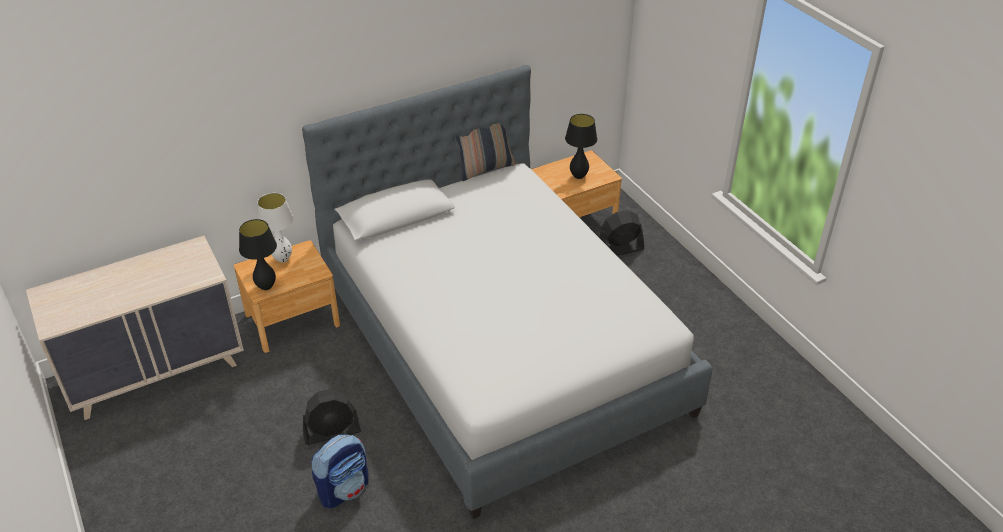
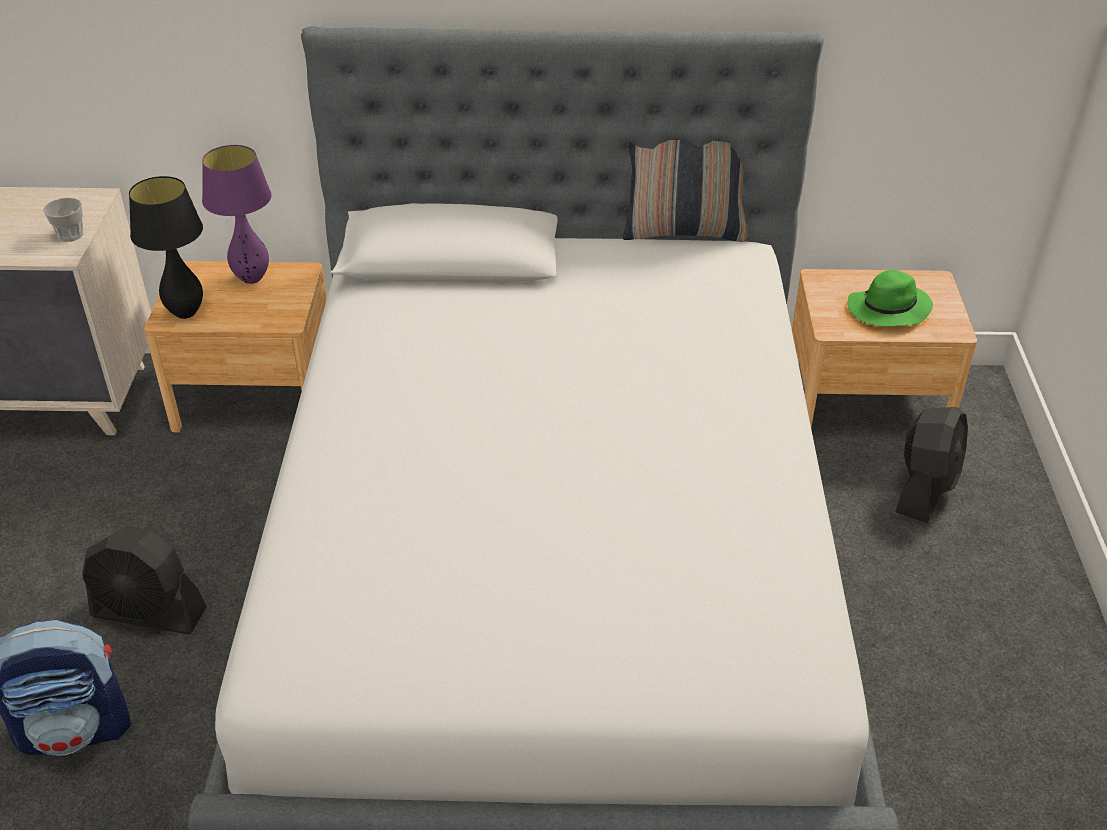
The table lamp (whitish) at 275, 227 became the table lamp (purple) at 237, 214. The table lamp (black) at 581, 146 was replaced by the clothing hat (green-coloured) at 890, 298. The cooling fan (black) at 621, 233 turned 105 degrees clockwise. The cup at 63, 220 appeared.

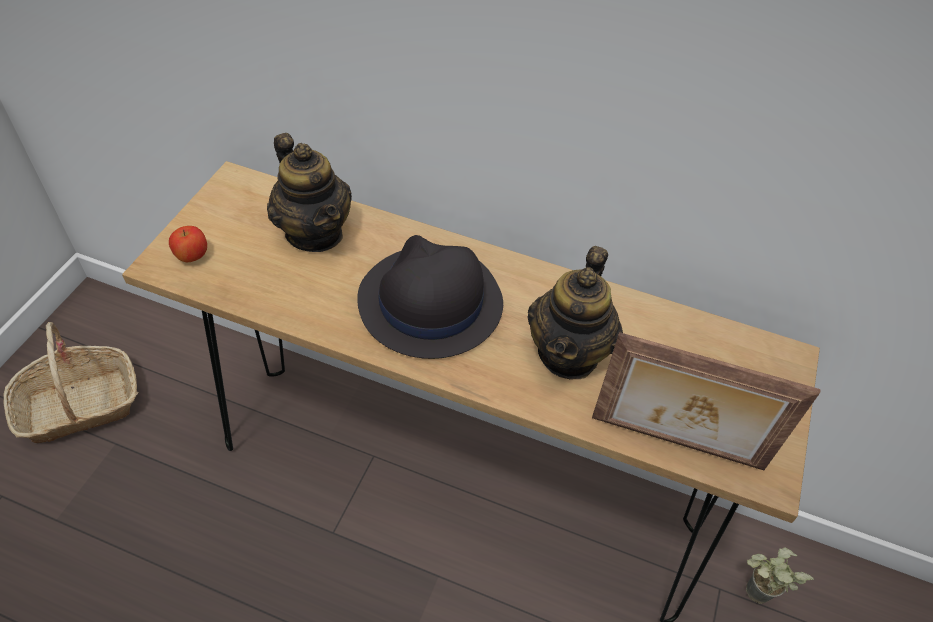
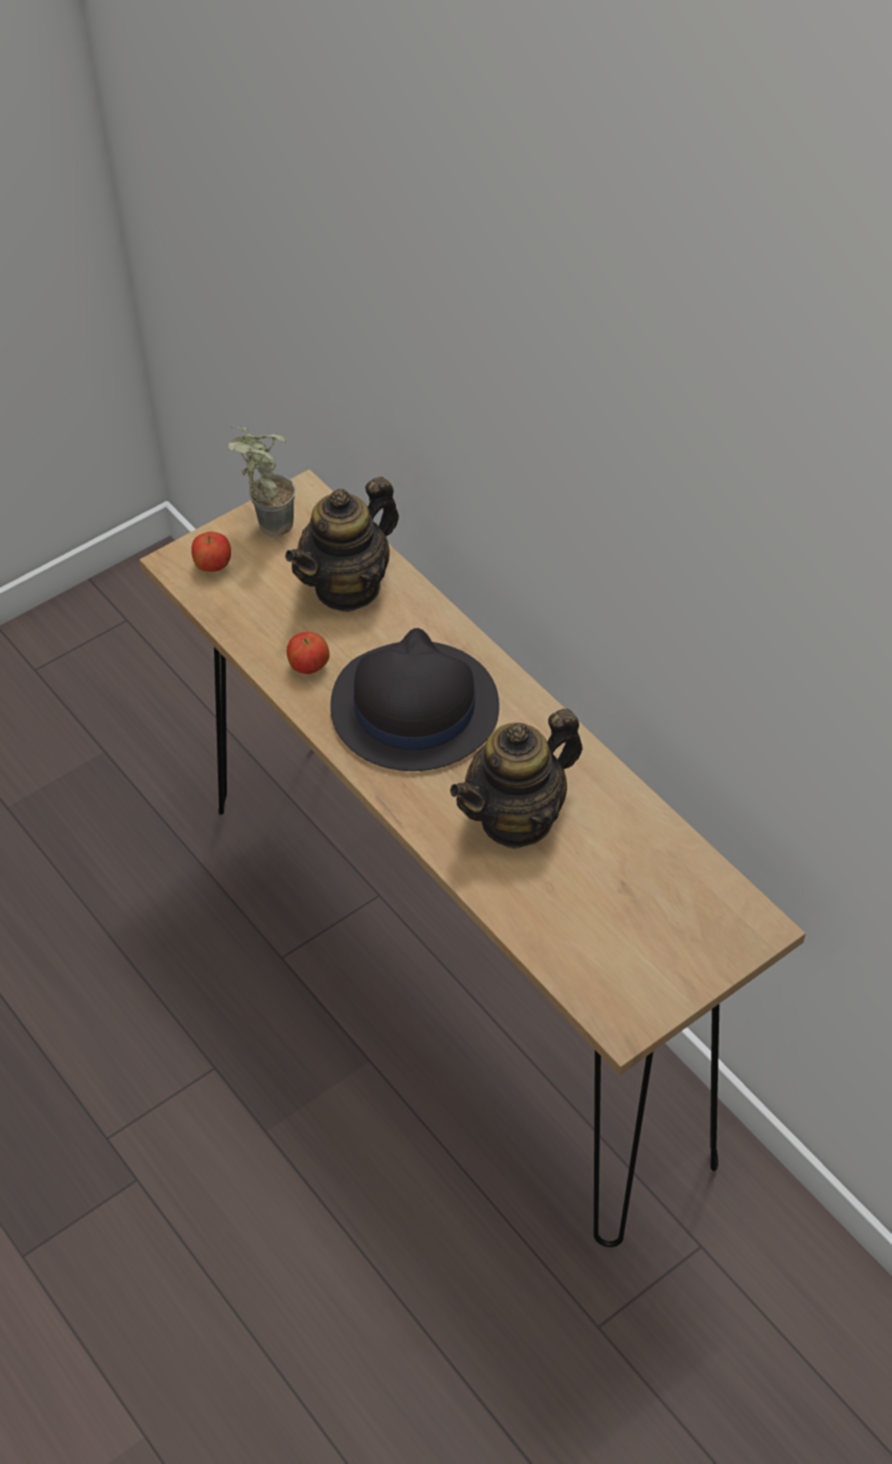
The basket at 70, 382 disappeared. The tea pot at 309, 192 turned 45 degrees clockwise. The photo frame at 706, 401 disappeared. The potted plant moved from 780, 575 to 262, 482. The apple fruit at 308, 653 appeared.

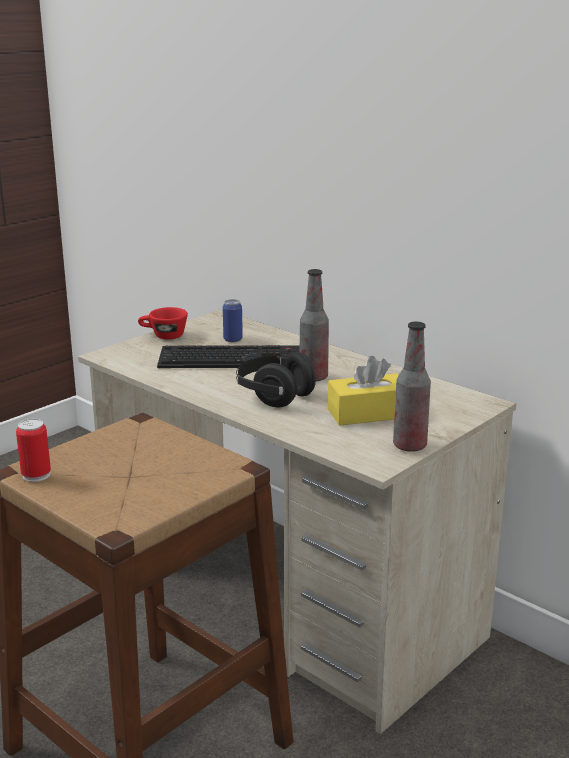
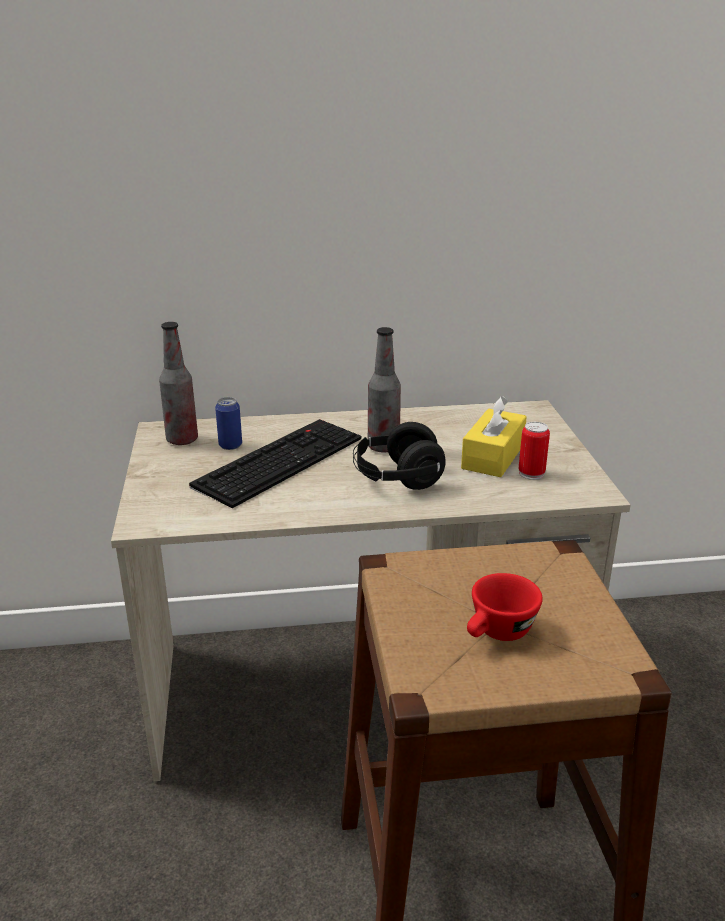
The sealed can moved from 33, 450 to 534, 451. The cup (red) moved from 163, 323 to 505, 607. The bottle moved from 412, 387 to 178, 383.

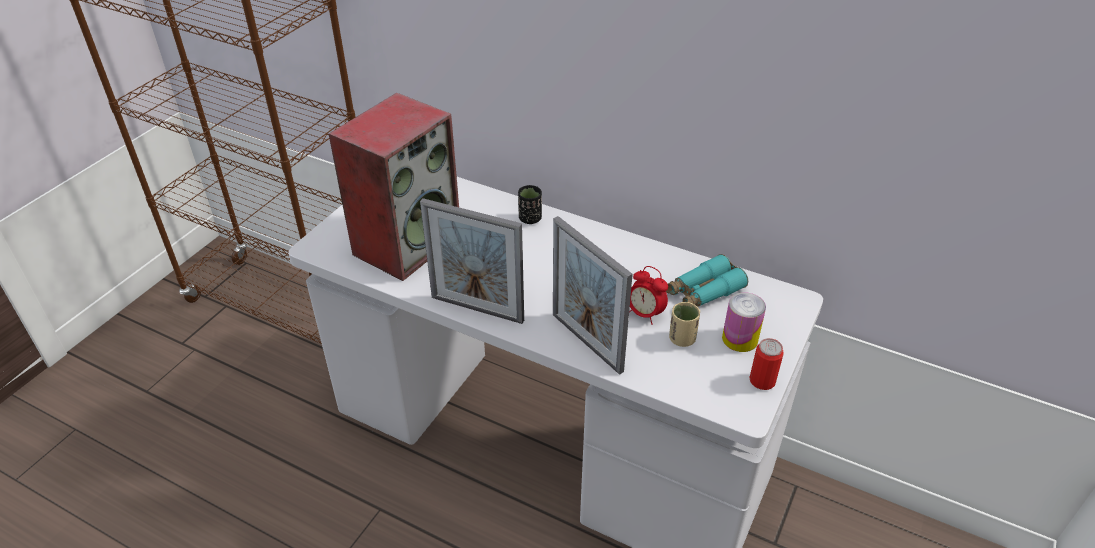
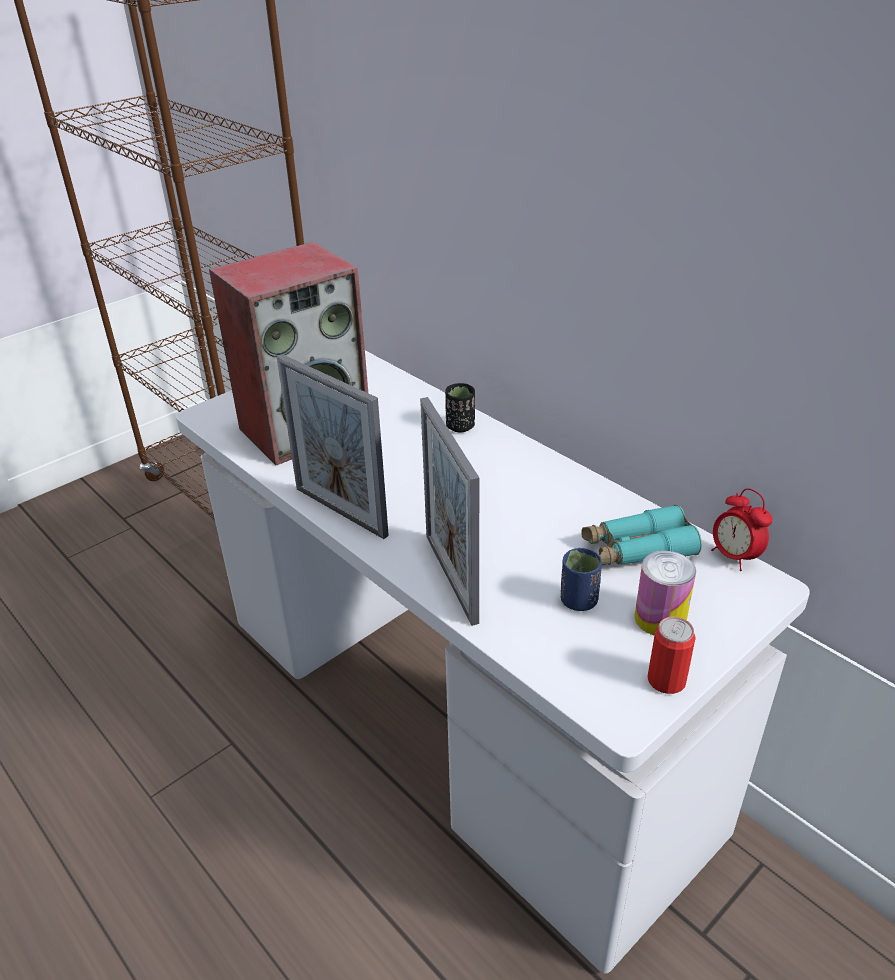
The bedside clock moved from 648, 295 to 741, 529. The cup (beige) at 684, 324 became the cup (blue-coloured) at 581, 579.

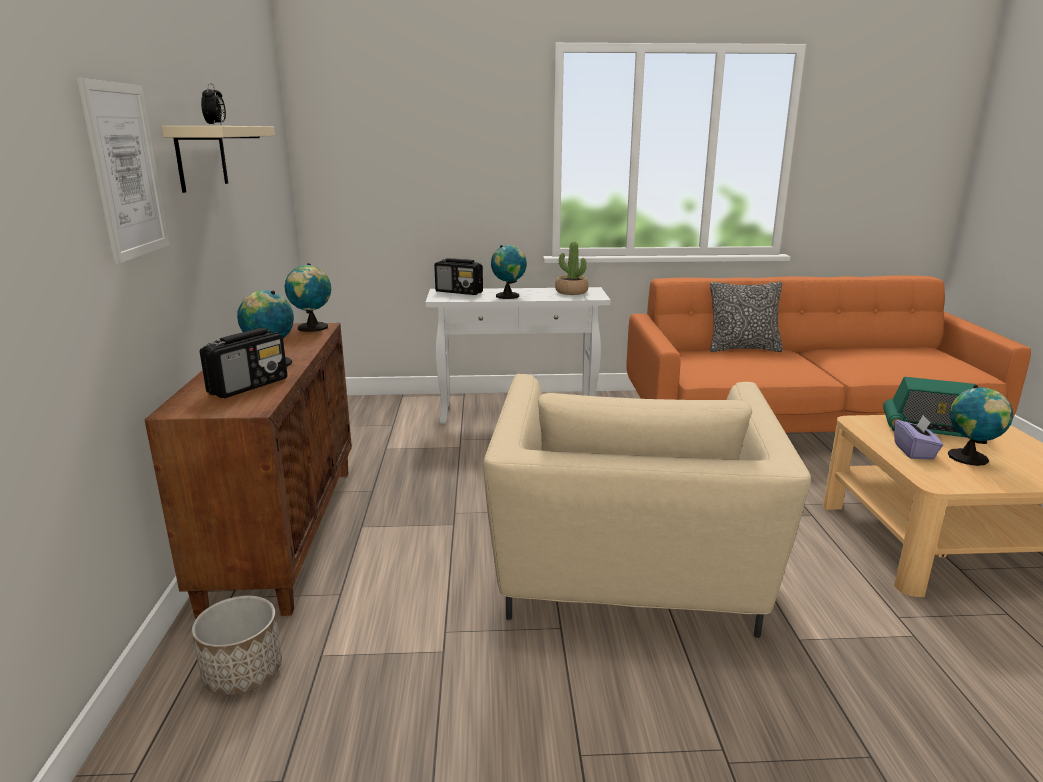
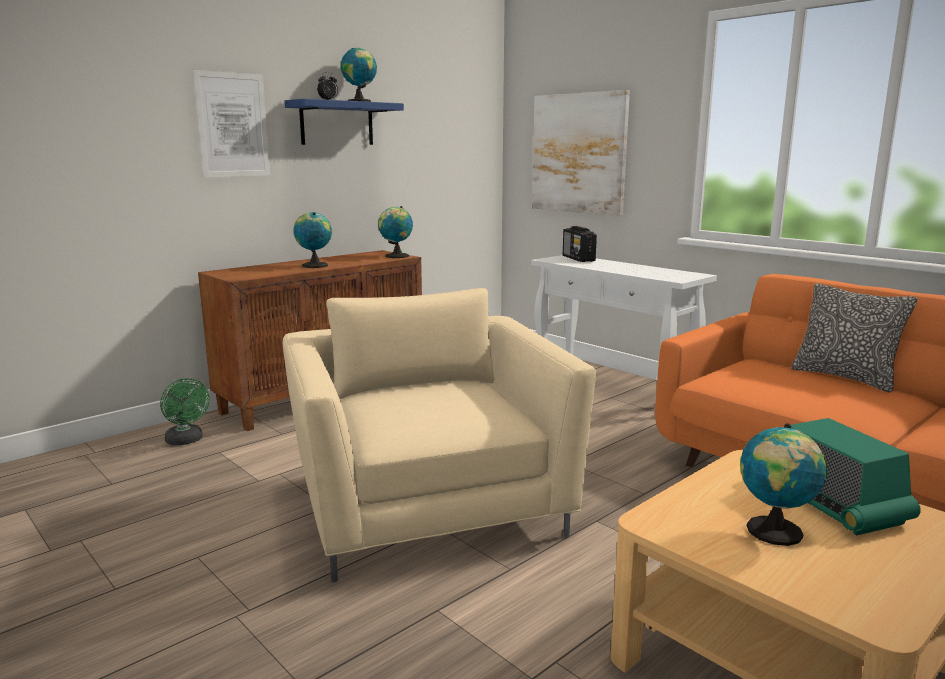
The bracket shelf (beige) at 218, 159 became the bracket shelf (blue-coloured) at 344, 122. The planter at 237, 645 was replaced by the cooling fan (green-coloured) at 184, 412. The radio receiver at 243, 363 disappeared. The lounge chair (beige) at 647, 506 turned 105 degrees clockwise. The desk globe moved from 509, 272 to 359, 75. The potted plant at 572, 268 disappeared. The box of tissues (purple) at 918, 437 disappeared. The picture at 581, 153 appeared.

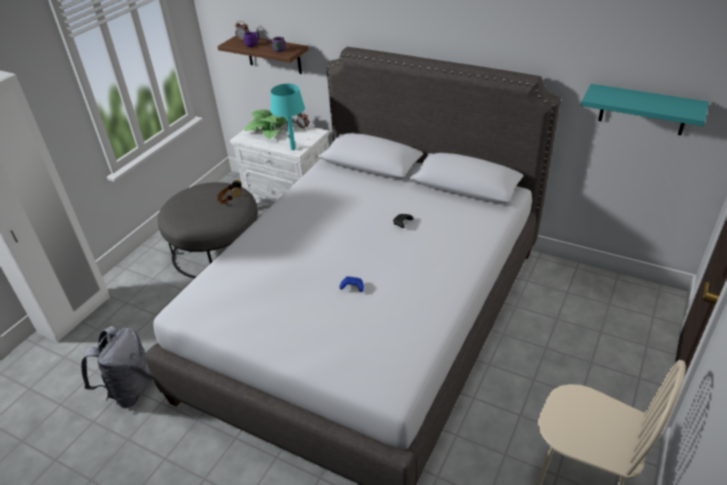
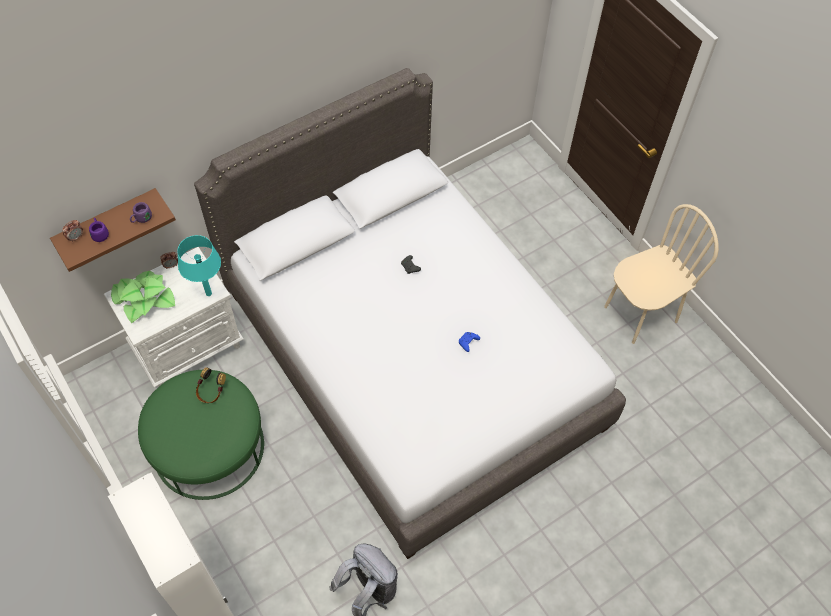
The ottoman (greyish) at 208, 230 became the ottoman (green-coloured) at 201, 435. The bracket shelf (turquoise-coloured) at 645, 109 disappeared.

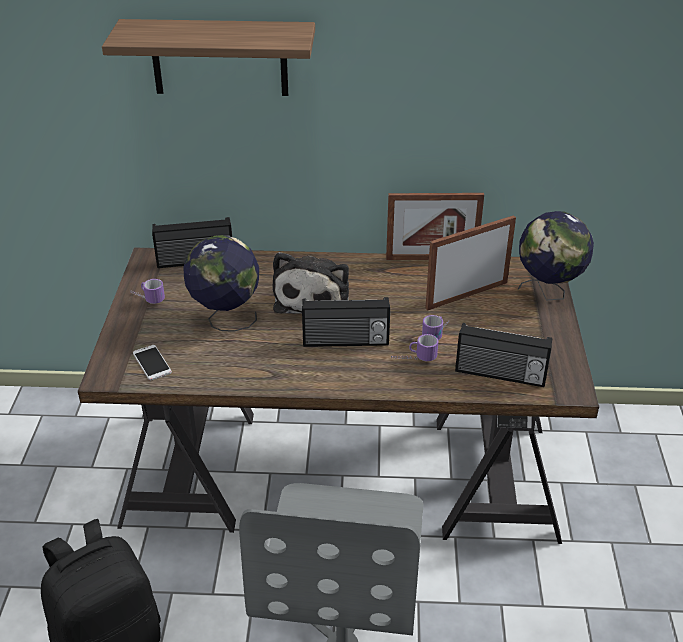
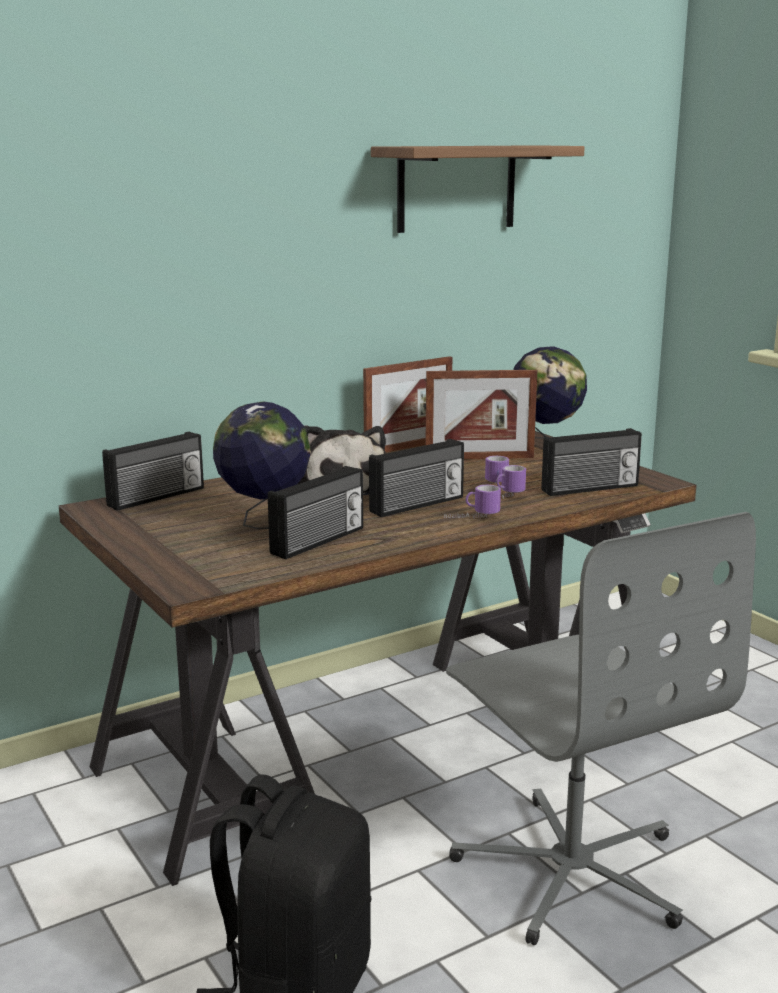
The bracket shelf moved from 208, 57 to 478, 189. The mug moved from 149, 291 to 472, 502. The handset at 152, 362 disappeared. The photo frame at 470, 262 turned 120 degrees counterclockwise. The radio receiver at 315, 512 appeared.

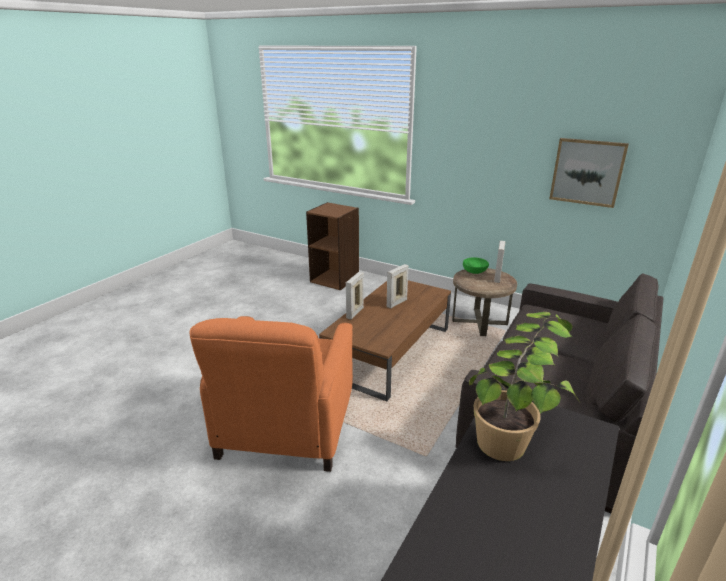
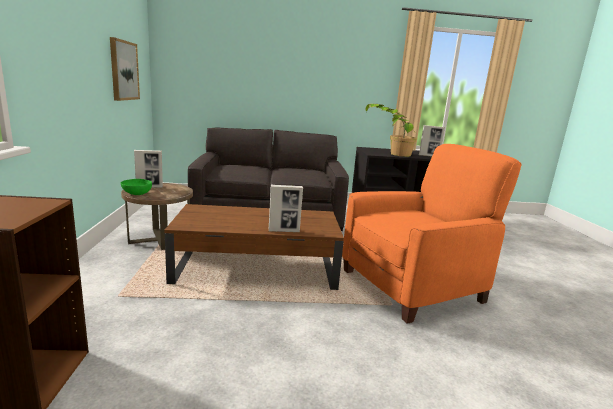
The photo frame moved from 398, 286 to 432, 140.

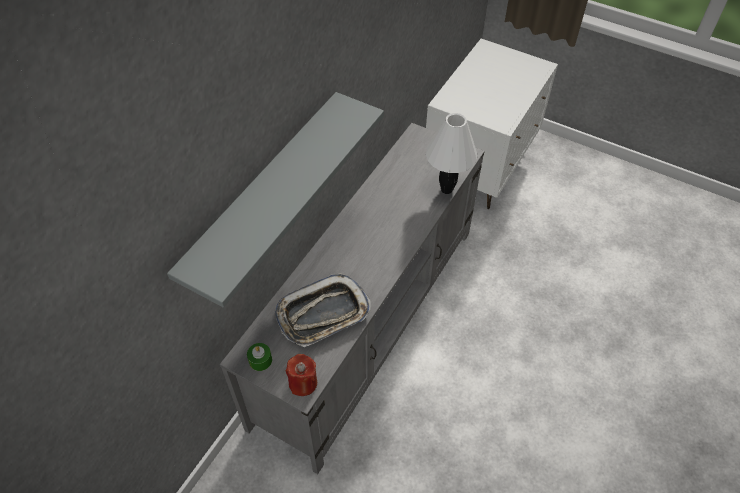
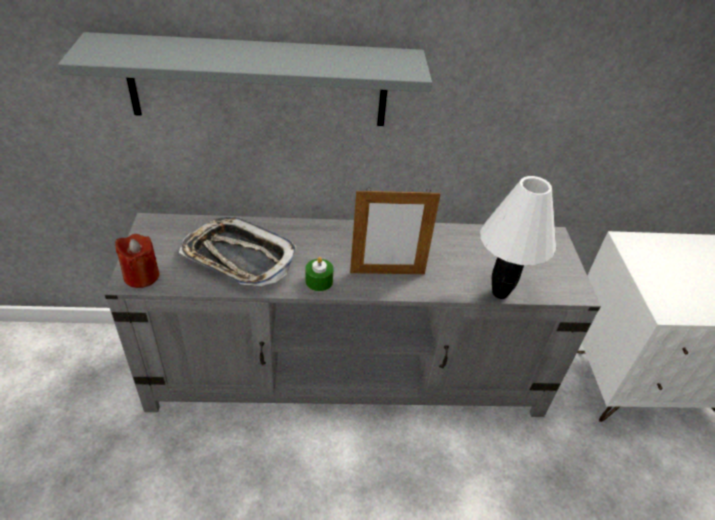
The wax candle (green-coloured) moved from 259, 357 to 319, 274. The photo frame at 395, 231 appeared.

